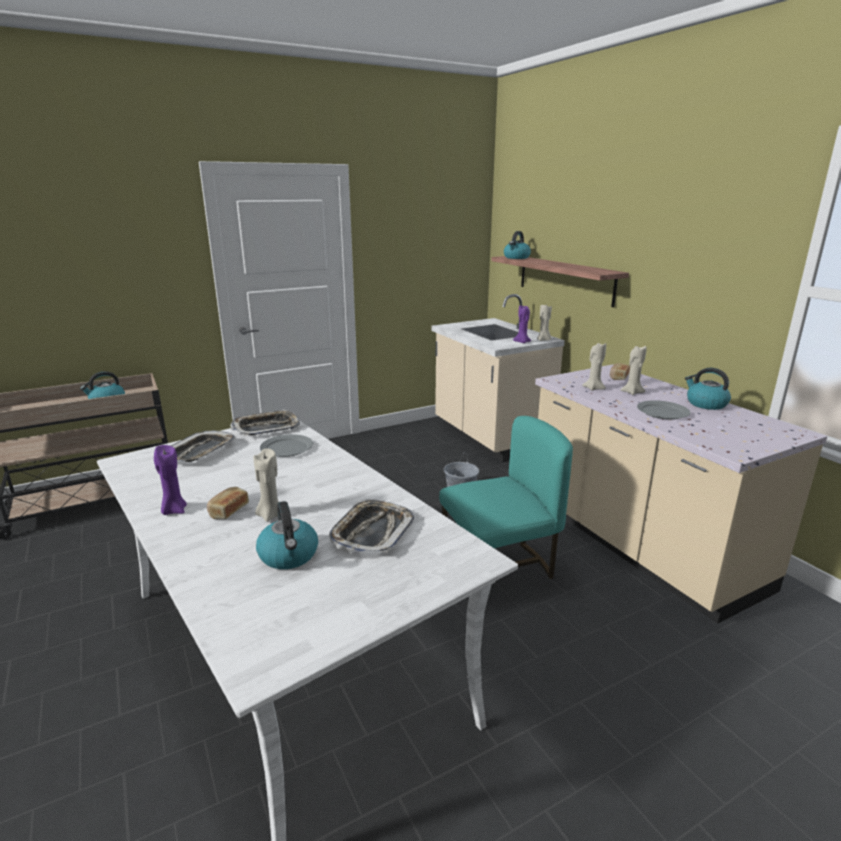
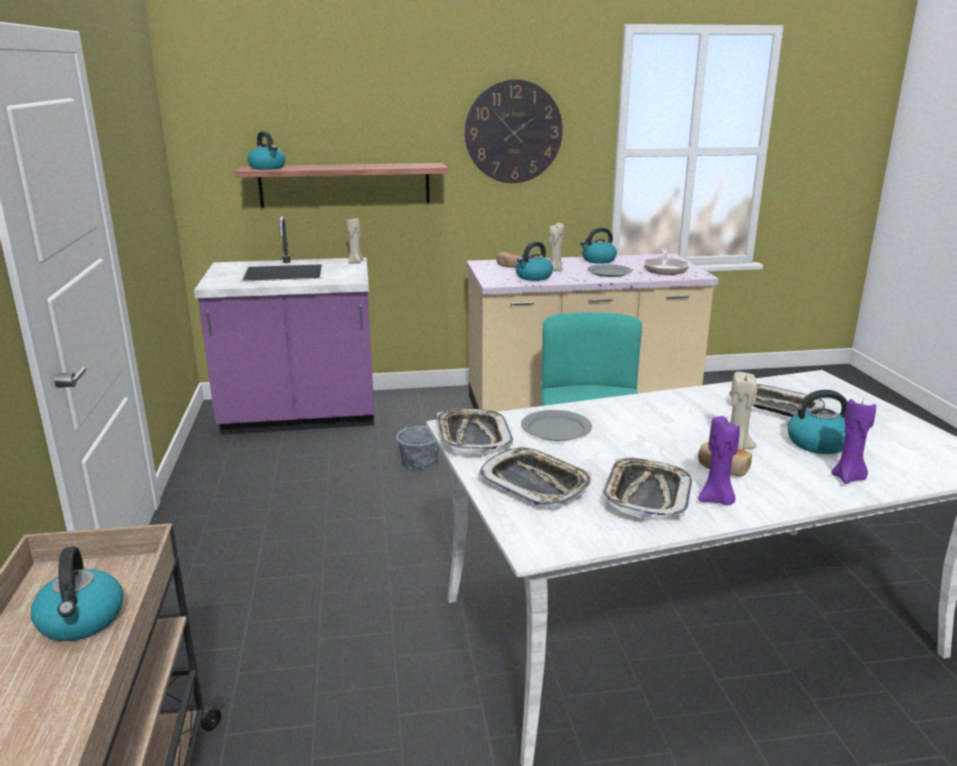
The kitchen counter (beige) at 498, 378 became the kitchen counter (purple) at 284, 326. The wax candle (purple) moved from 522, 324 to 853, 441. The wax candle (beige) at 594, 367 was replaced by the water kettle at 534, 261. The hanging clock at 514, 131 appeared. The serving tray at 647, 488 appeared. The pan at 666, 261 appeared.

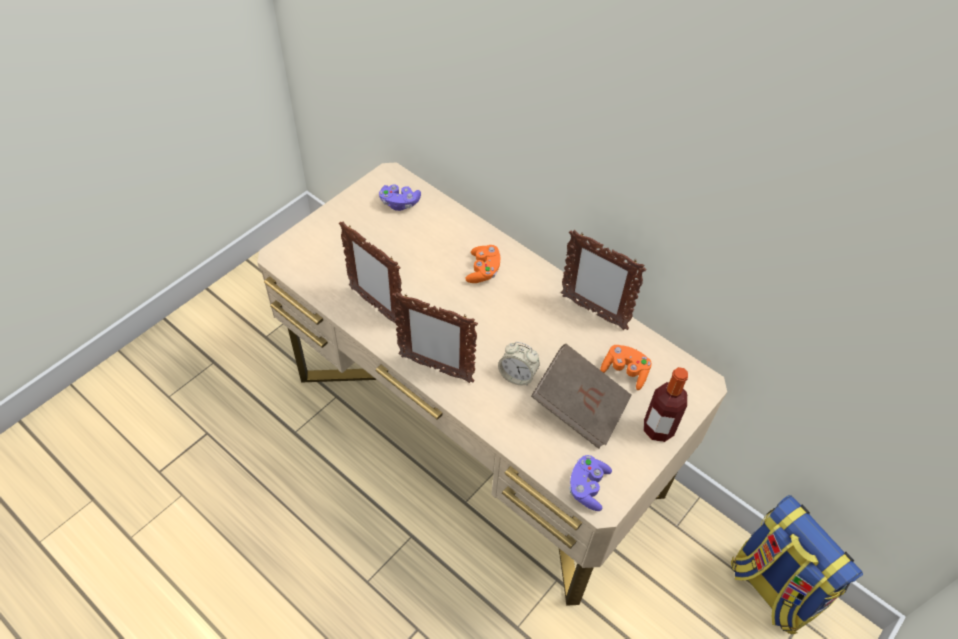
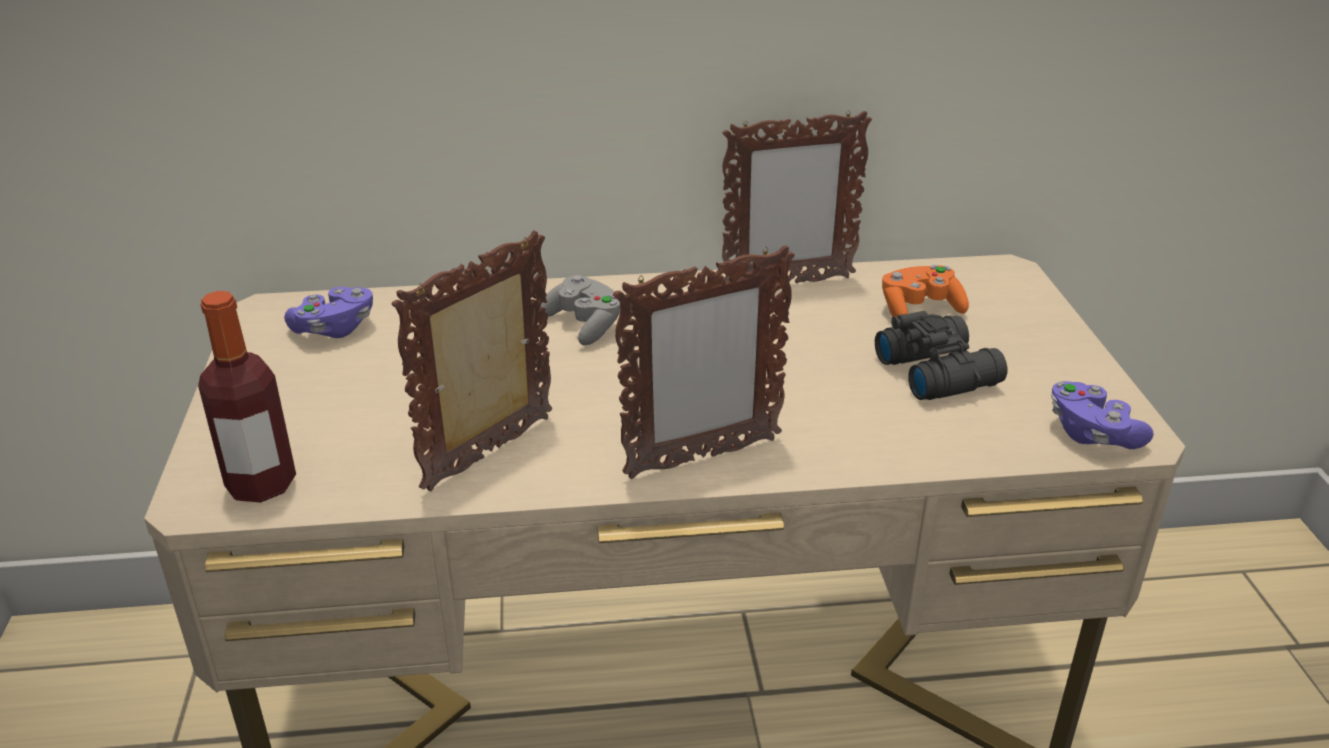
The photo frame at 370, 273 turned 135 degrees clockwise. The joypad (orange-coloured) at 482, 264 became the joypad (greyish) at 580, 310. The bedside clock at 519, 364 disappeared. The book (brownish) at 581, 396 was replaced by the pair of binoculars (black) at 941, 355. The bottle moved from 665, 404 to 247, 396. The backpack at 797, 564 disappeared.

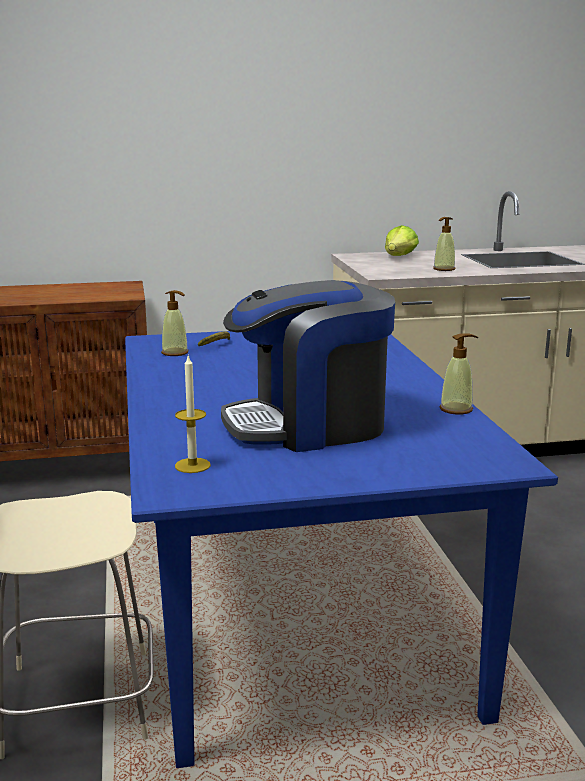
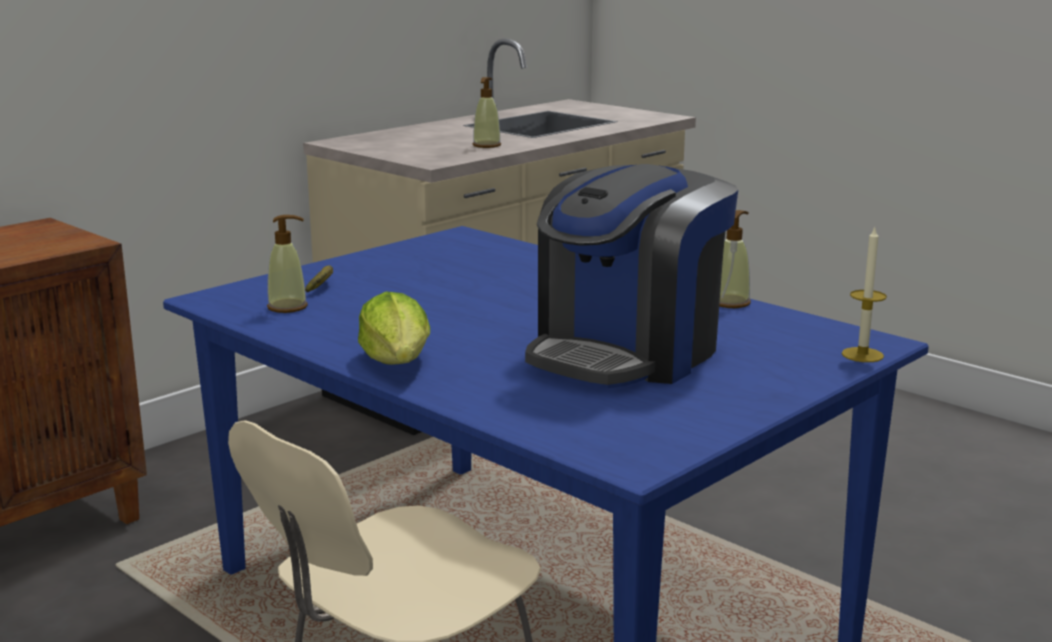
The wax candle moved from 193, 414 to 864, 294. The lettuce moved from 402, 240 to 394, 328.

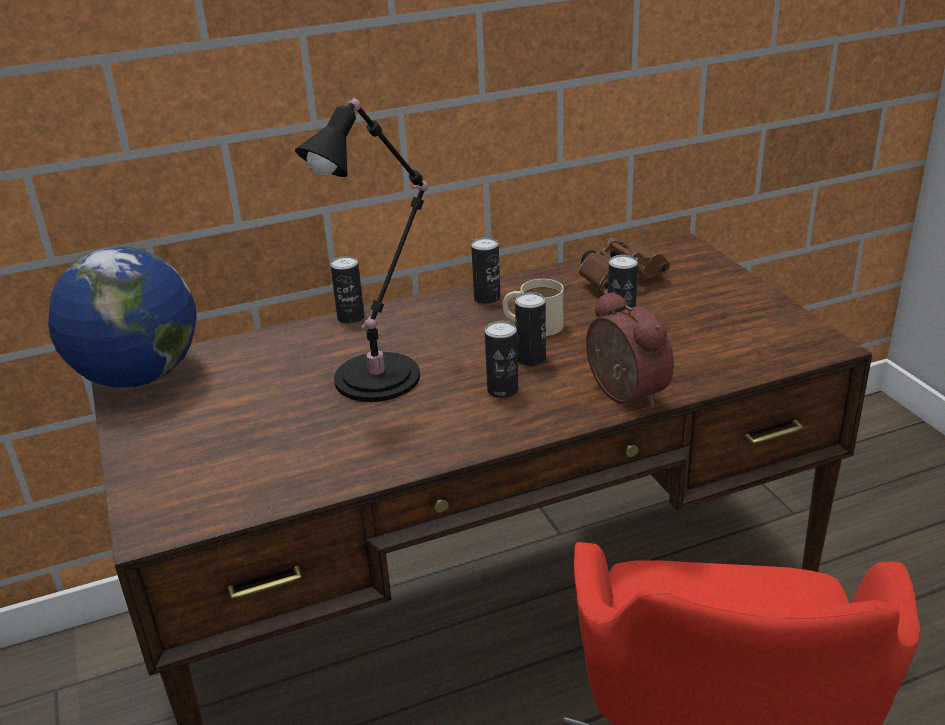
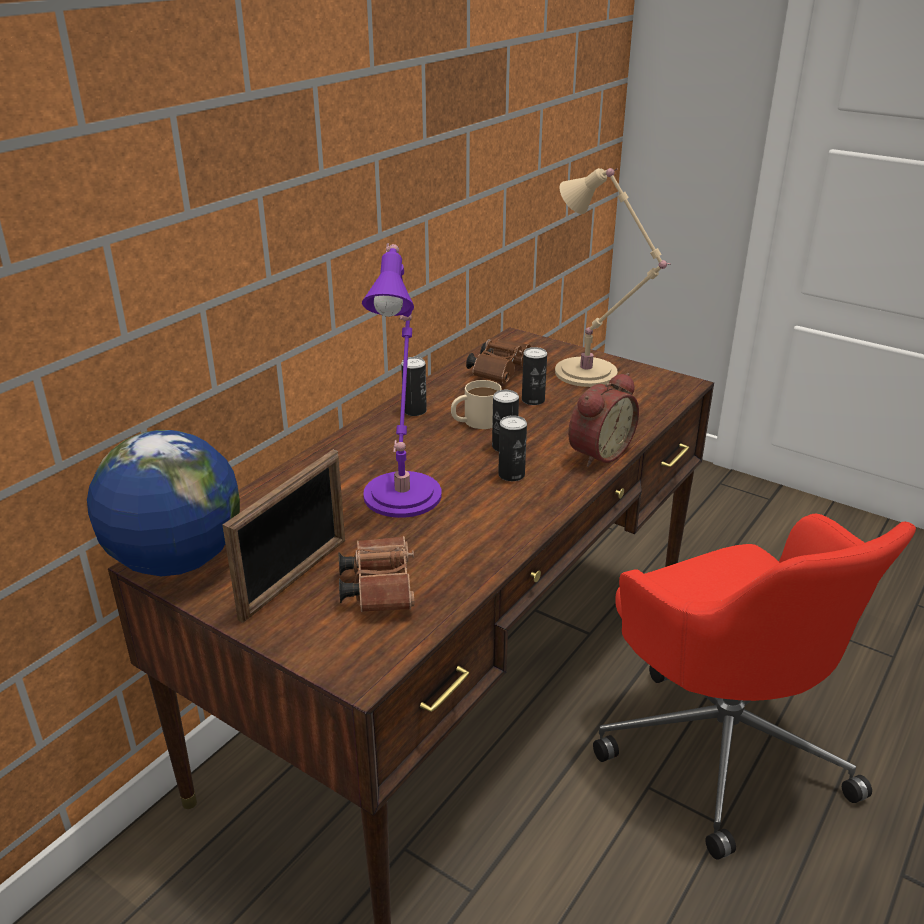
The table lamp (black) at 361, 249 became the table lamp (purple) at 401, 380. The sealed can at 347, 290 disappeared. The bedside clock at 630, 349 turned 105 degrees clockwise. The photo frame at 283, 536 appeared. The pair of binoculars (brownish) at 377, 574 appeared. The table lamp (beige) at 612, 277 appeared.

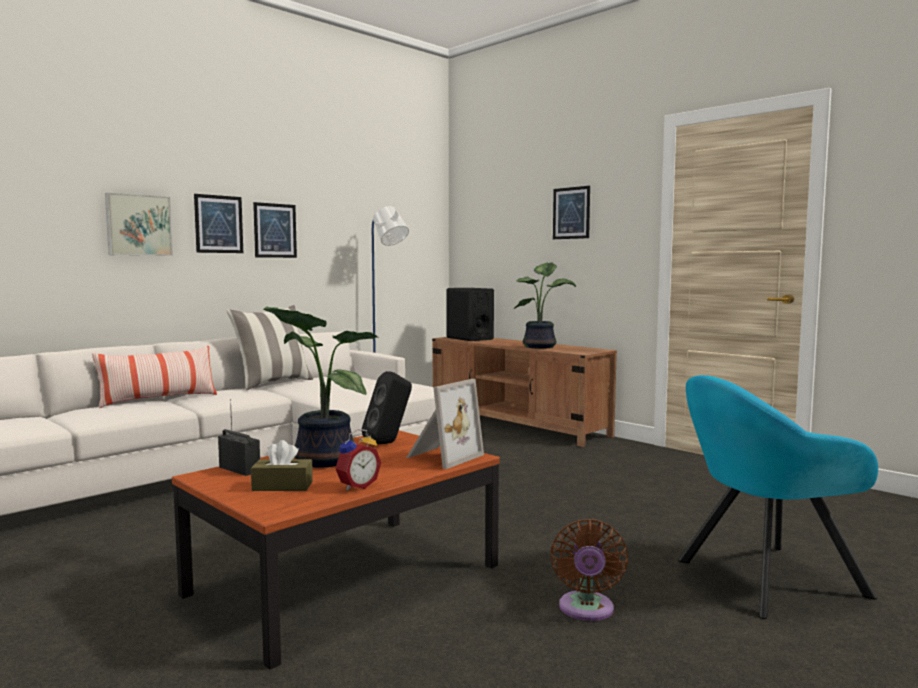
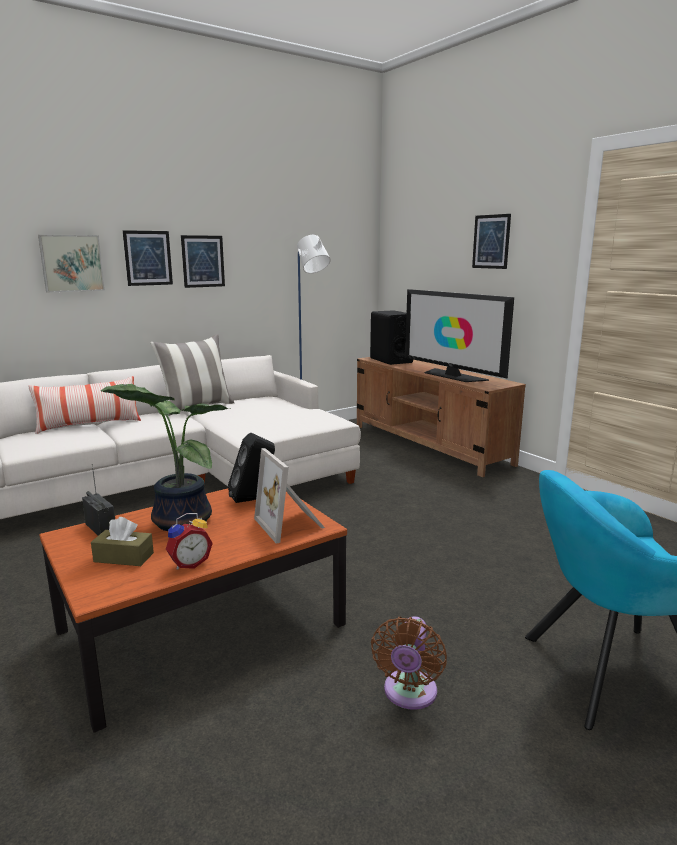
The photo frame at 445, 424 turned 105 degrees clockwise. The potted plant at 545, 305 was replaced by the TV set at 459, 335.

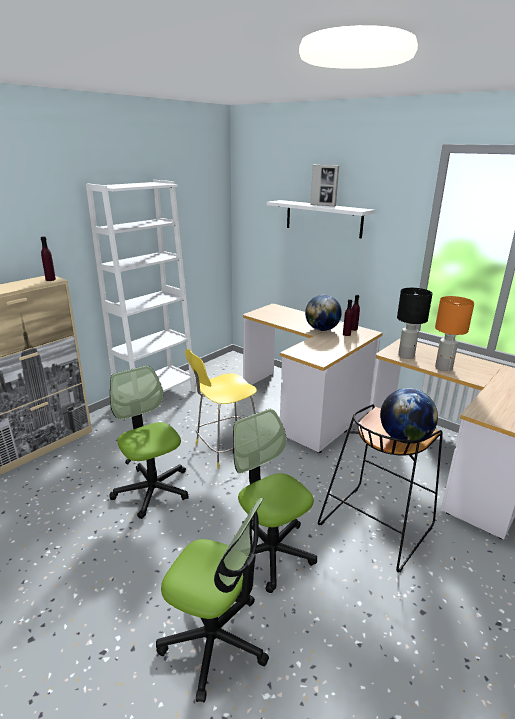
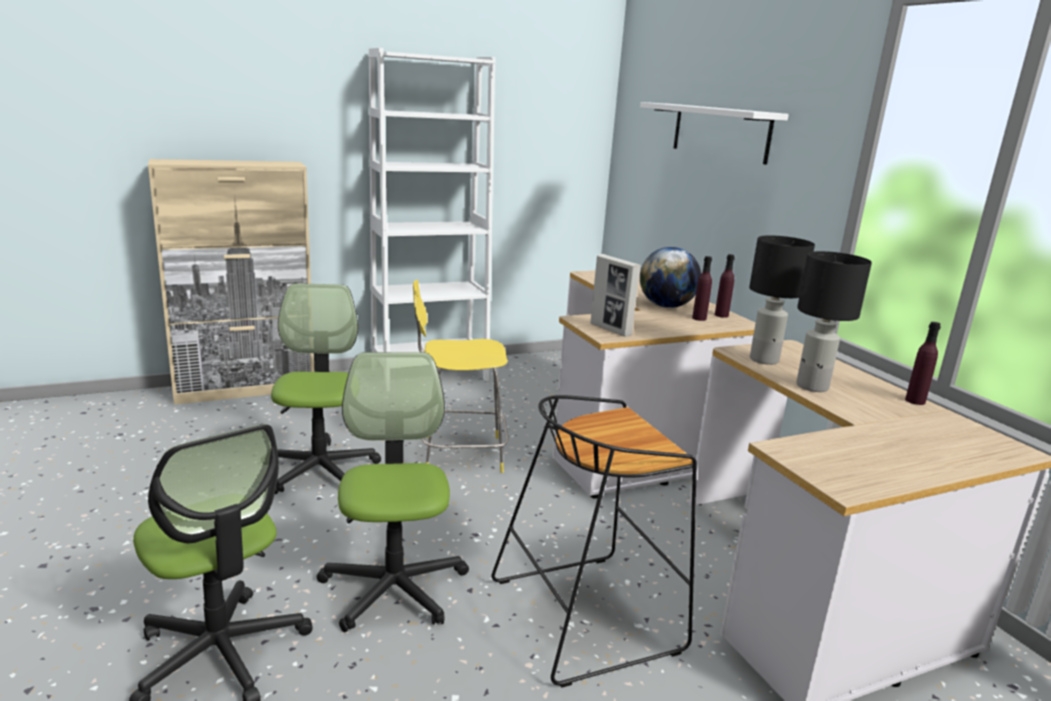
The bottle (purple) moved from 48, 258 to 923, 363. The photo frame moved from 324, 185 to 615, 295. The desk globe at 409, 416 disappeared. The table lamp (orange-coloured) at 454, 333 became the table lamp (black) at 834, 321.

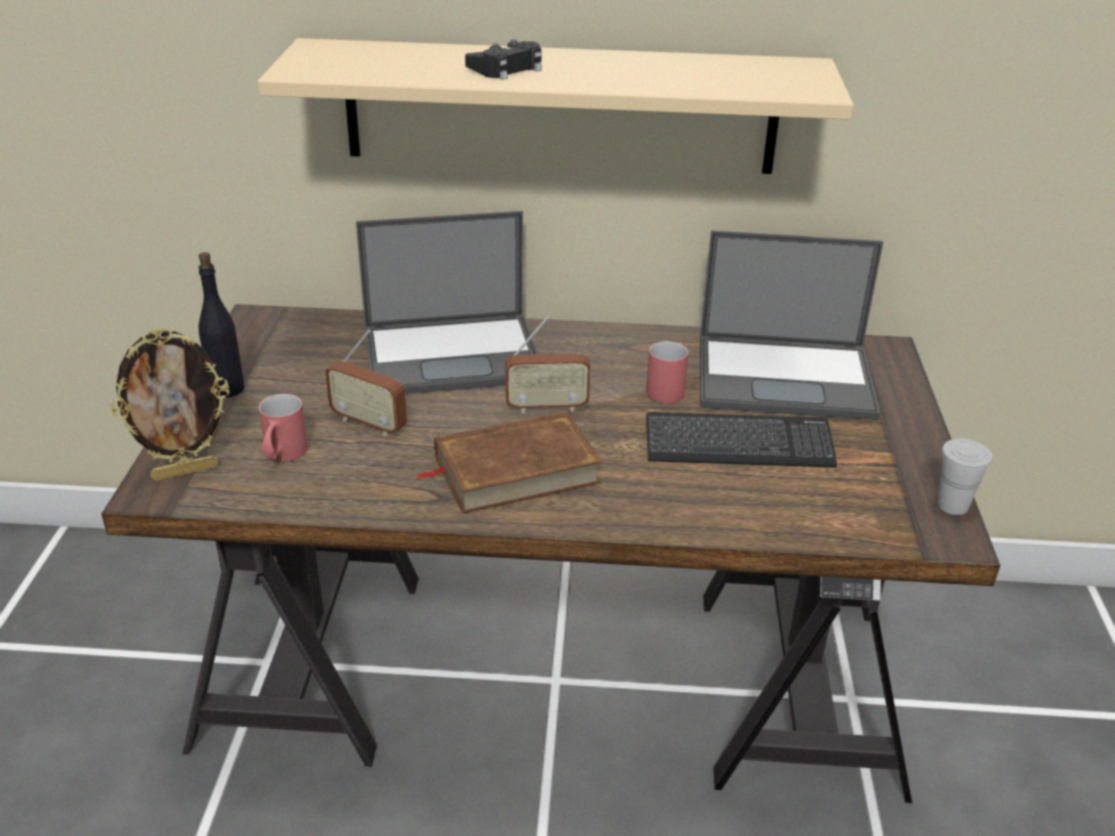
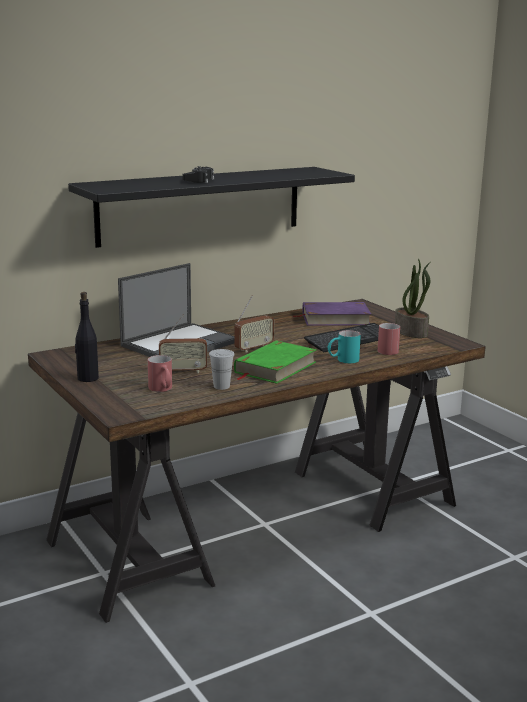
The photo frame at 170, 404 disappeared. The bracket shelf (beige) at 556, 106 became the bracket shelf (black) at 211, 207. The book (brownish) at 509, 462 became the book (green-coloured) at 275, 362. The mug (red) moved from 667, 372 to 389, 339. The notebook computer at 791, 325 was replaced by the book (purple) at 331, 314. The cup (whitish) moved from 965, 476 to 222, 369. The mug (turquoise-coloured) at 344, 346 appeared. The potted plant at 413, 298 appeared.

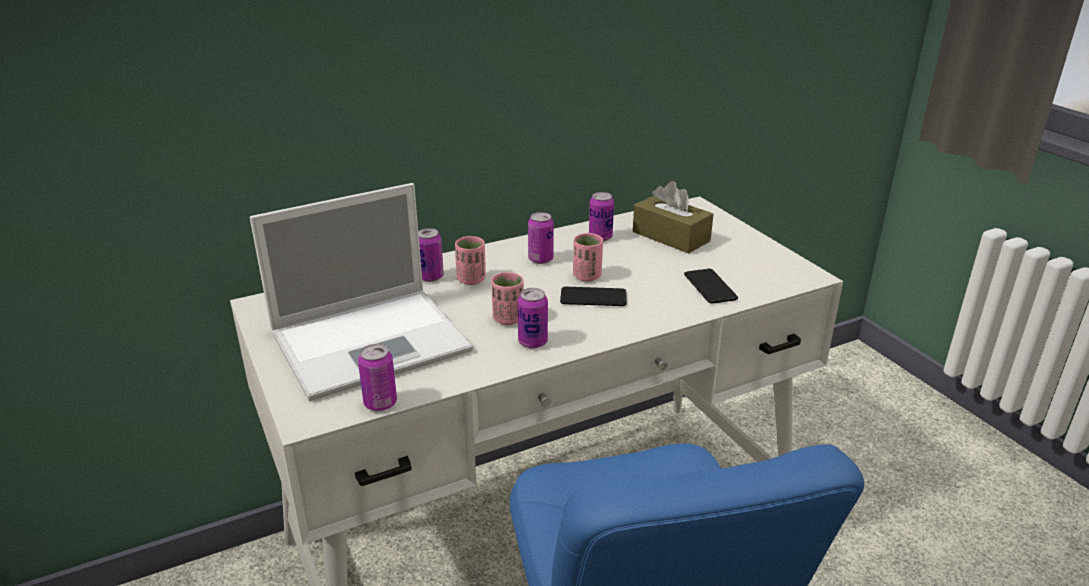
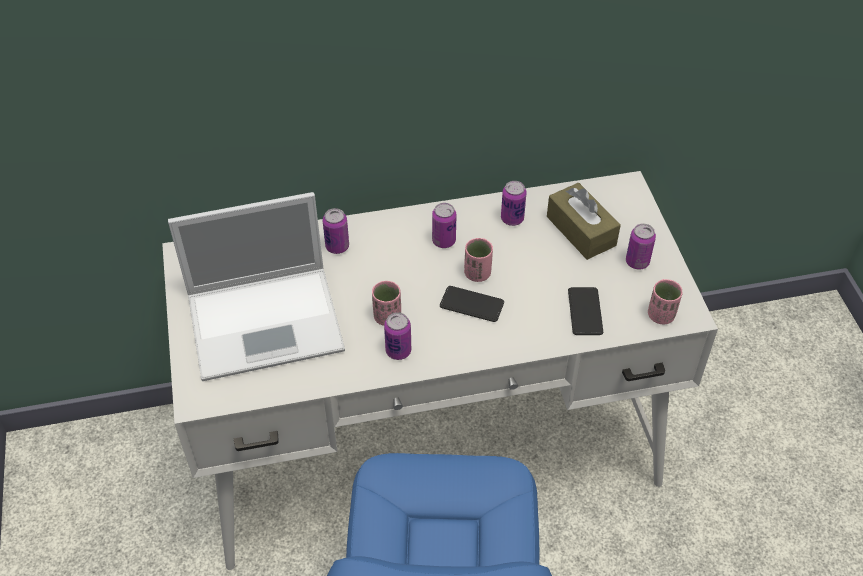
The sealed can moved from 377, 377 to 641, 247. The cup (pinkish) moved from 470, 260 to 665, 301.

